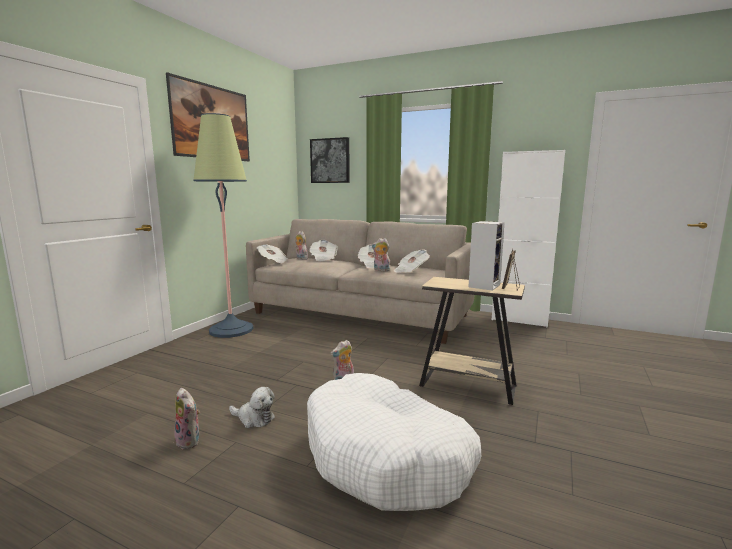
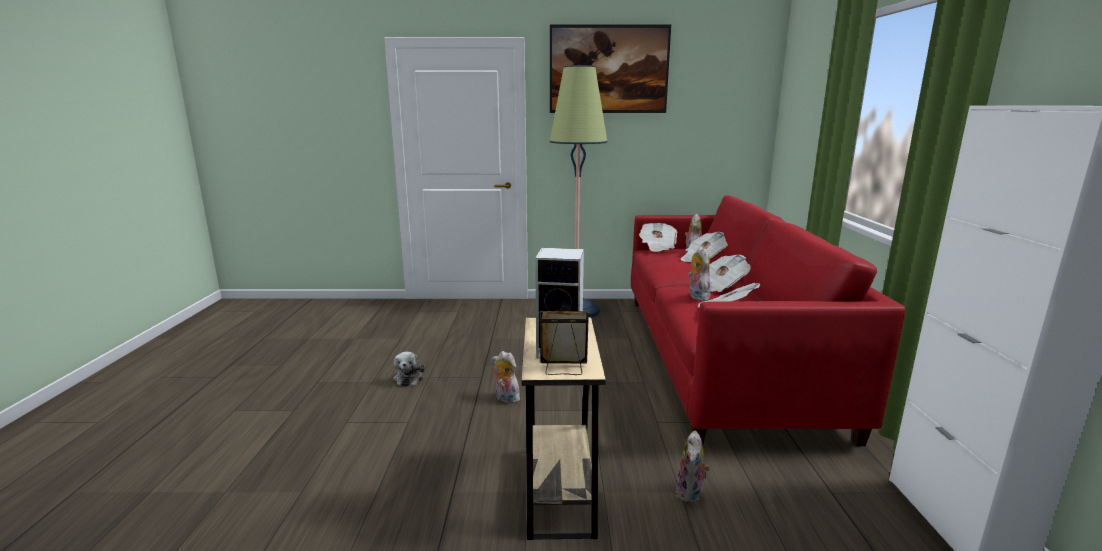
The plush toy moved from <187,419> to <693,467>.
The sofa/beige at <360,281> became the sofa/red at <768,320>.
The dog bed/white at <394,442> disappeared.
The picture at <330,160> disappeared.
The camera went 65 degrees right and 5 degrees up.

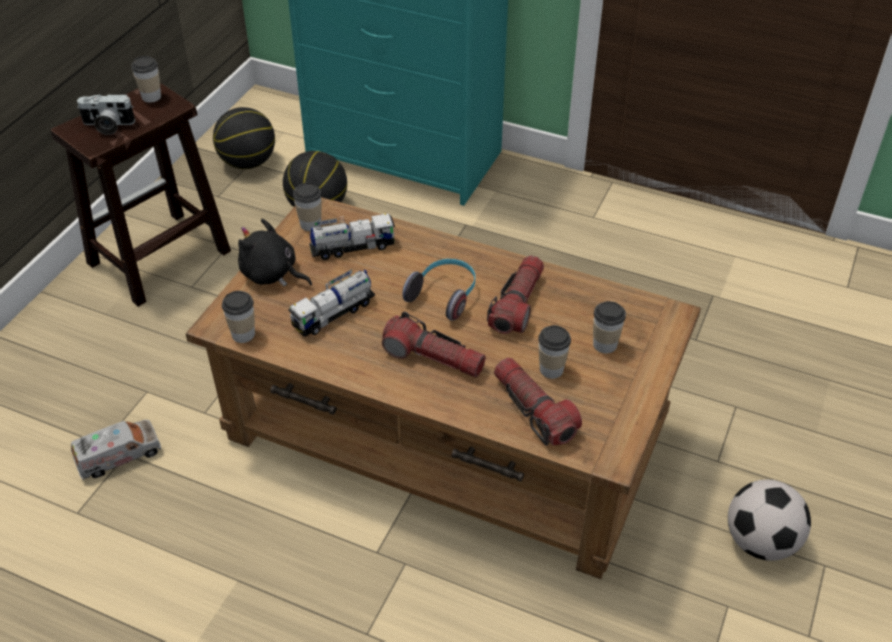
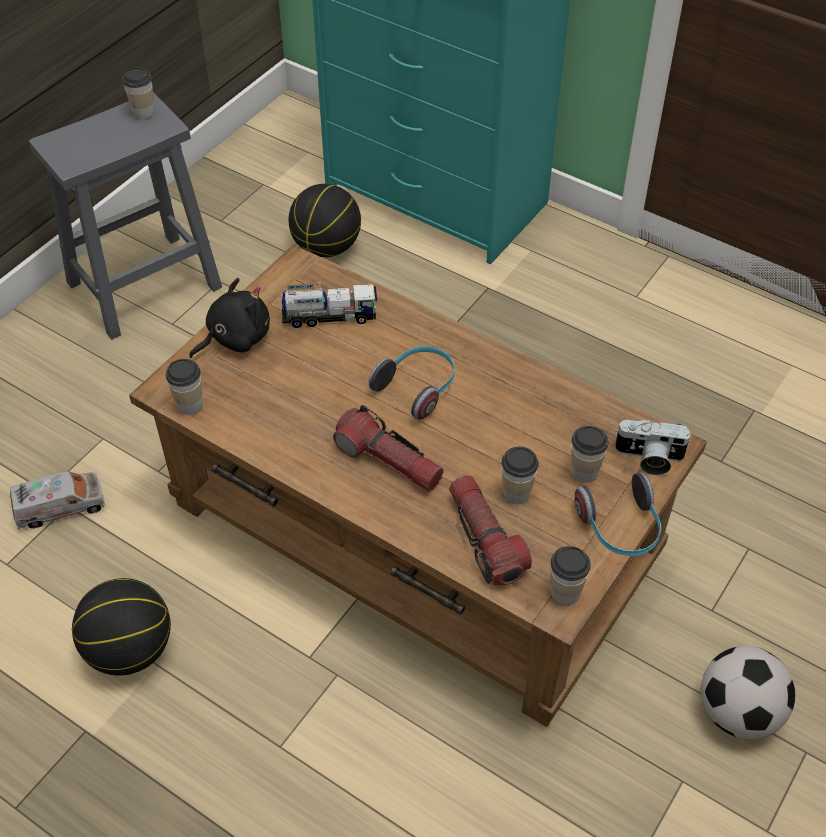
The stool/brown at <140,195> became the stool/grey at <125,216>.
The photo camera moved from <106,114> to <653,447>.
The basketball moved from <244,138> to <121,626>.
The plush toy/black at <275,253> turned 105 degrees clockwise.
The toy truck at <332,303> disappeared.
The cup moved from <307,206> to <570,576>.
The flashlight at <515,295> disappeared.
The headphones at <617,514> appeared.
The camera went 10 degrees right and 5 degrees up.

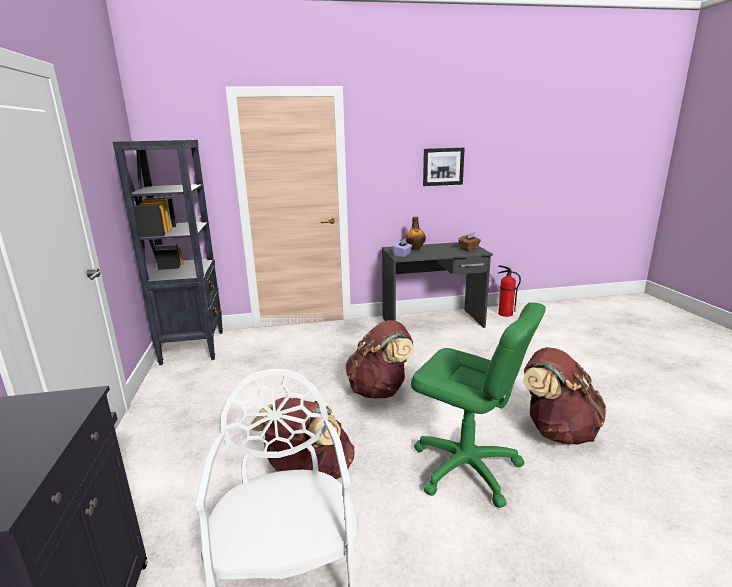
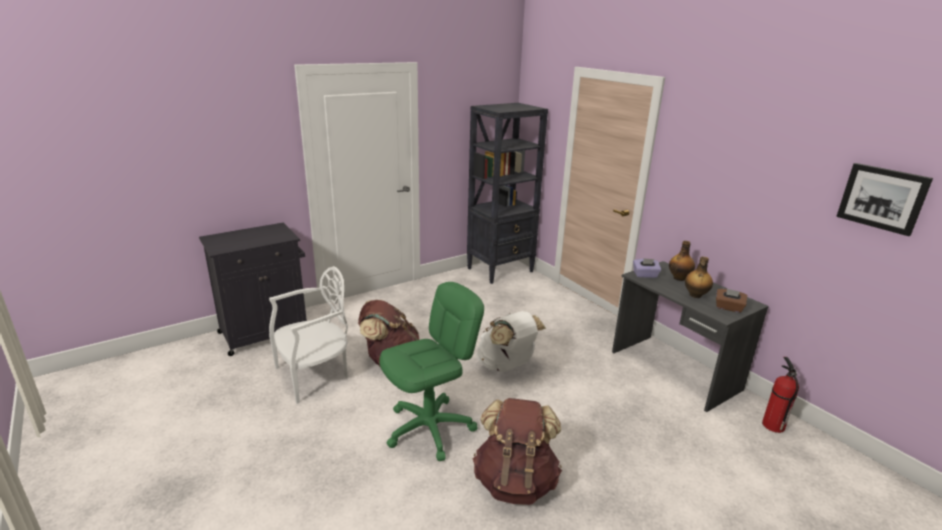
The backpack/brown at <379,359> became the backpack/white at <511,341>.
The office chair/green at <478,405> turned 135 degrees counterclockwise.
The picture moved from <444,167> to <884,199>.
The bottle at <699,277> appeared.
The camera went 65 degrees right and 5 degrees up.

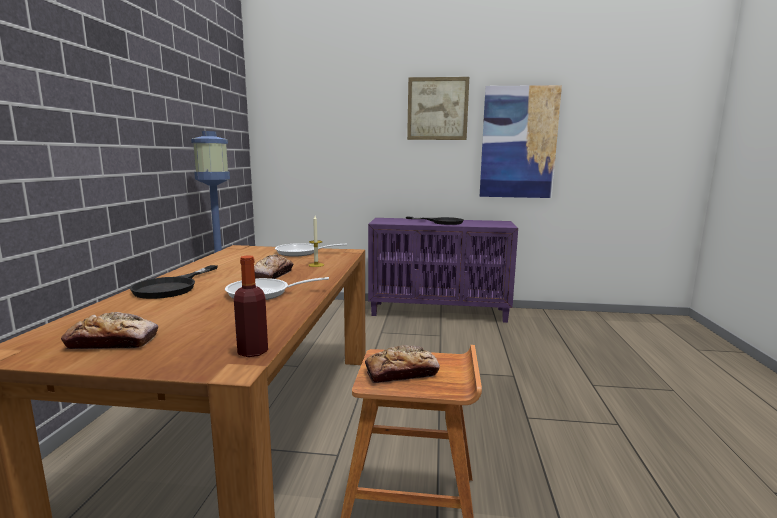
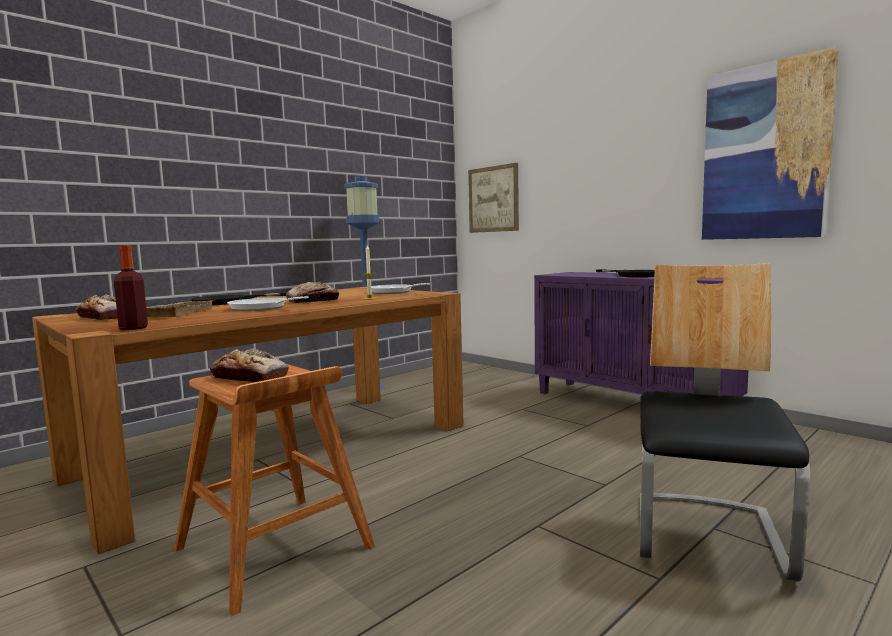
The picture moved from <438,108> to <493,198>.
The tray/beige at <180,309> appeared.
The chair at <725,422> appeared.
The camera went 40 degrees right and 5 degrees down.

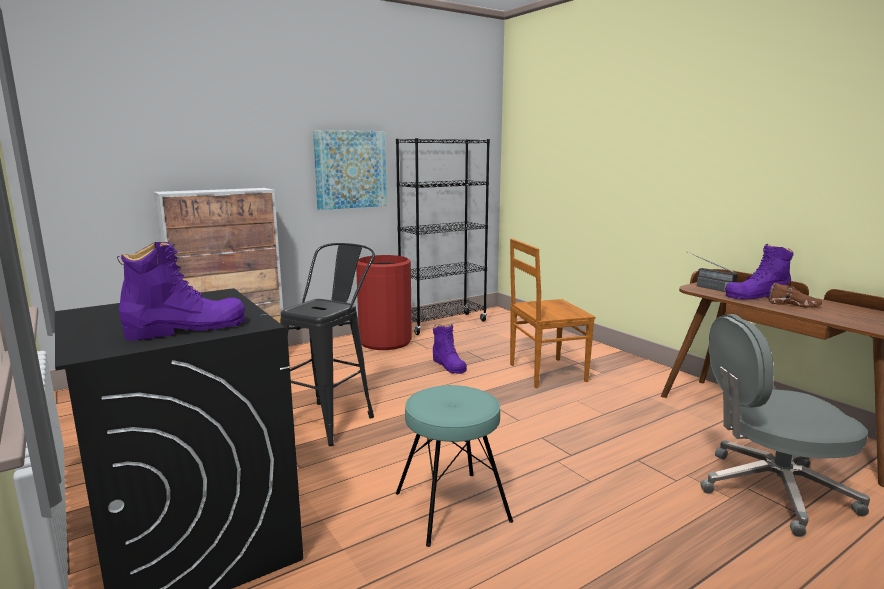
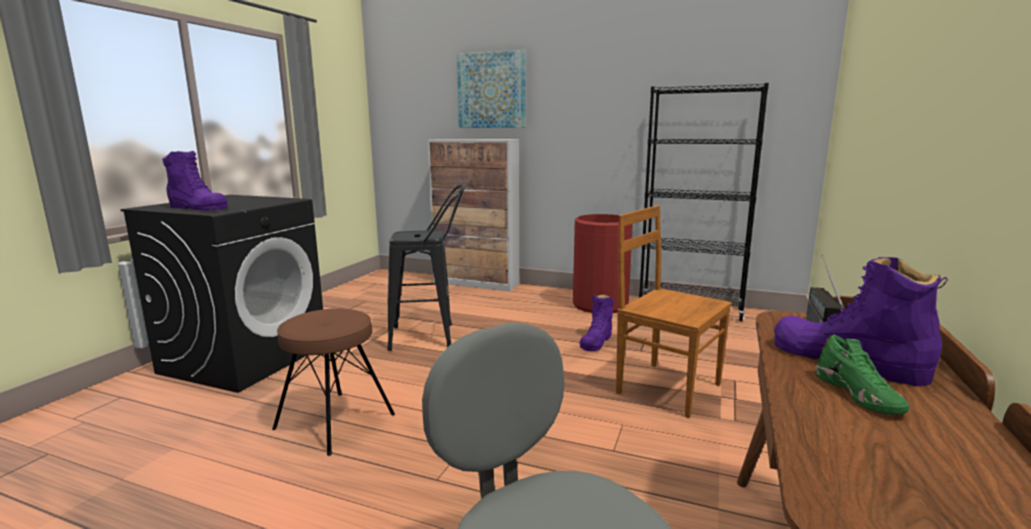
The picture moved from <350,170> to <491,89>.
The stool/turquoise at <454,466> became the stool/brown at <333,382>.
The shoe/brown at <795,294> became the shoe/green at <862,375>.
The camera went 55 degrees right and 0 degrees up.

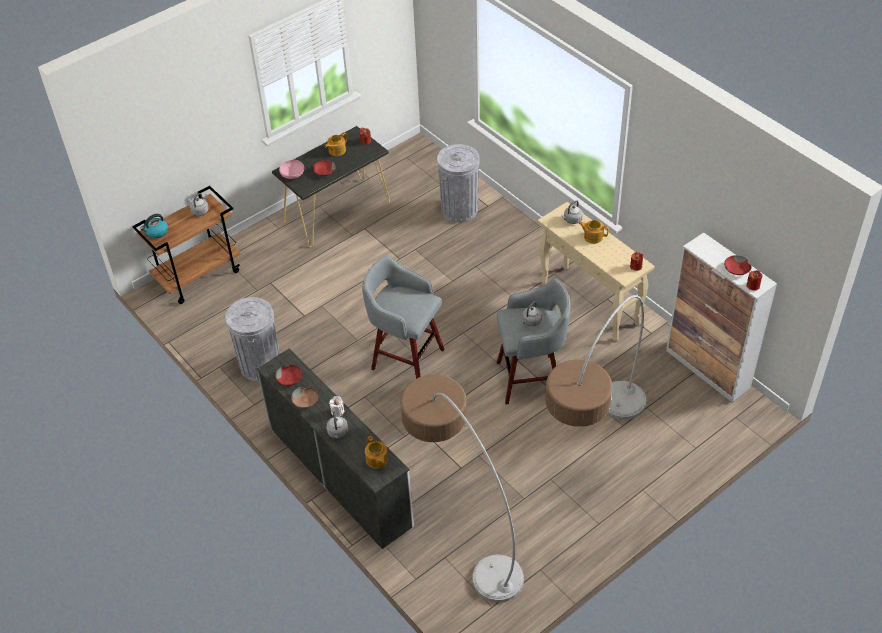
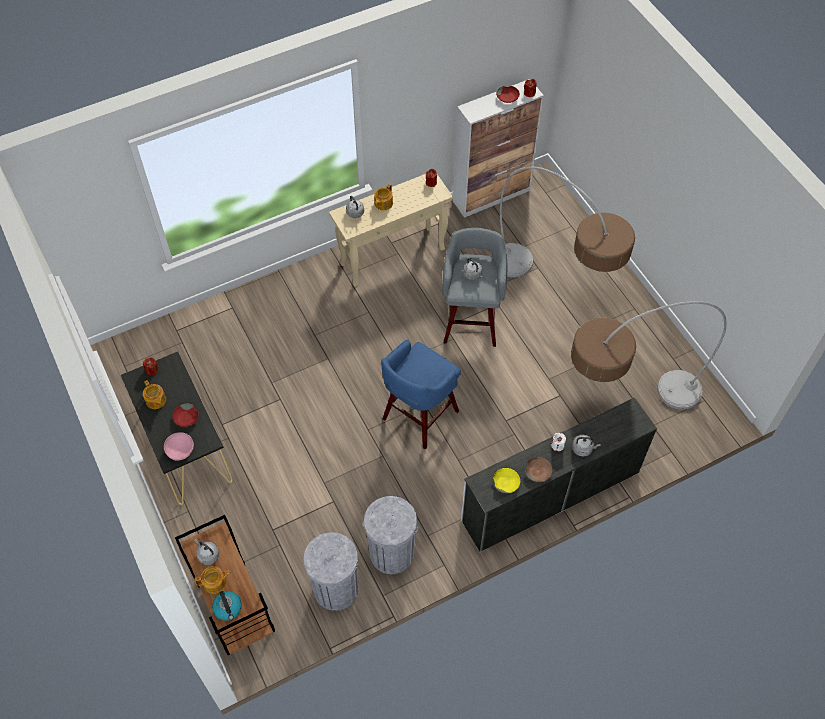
The bowl/red at <288,375> became the bowl/yellow at <506,480>.
The stool/grey at <403,317> became the stool/blue at <421,394>.
The teapot moved from <376,452> to <213,580>.
The trash can/grey moved from <458,183> to <331,571>.
The camera went 80 degrees left and 10 degrees up.

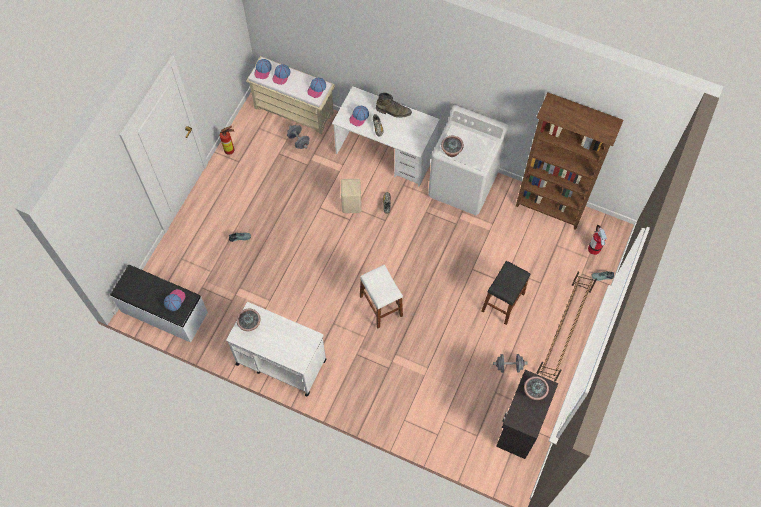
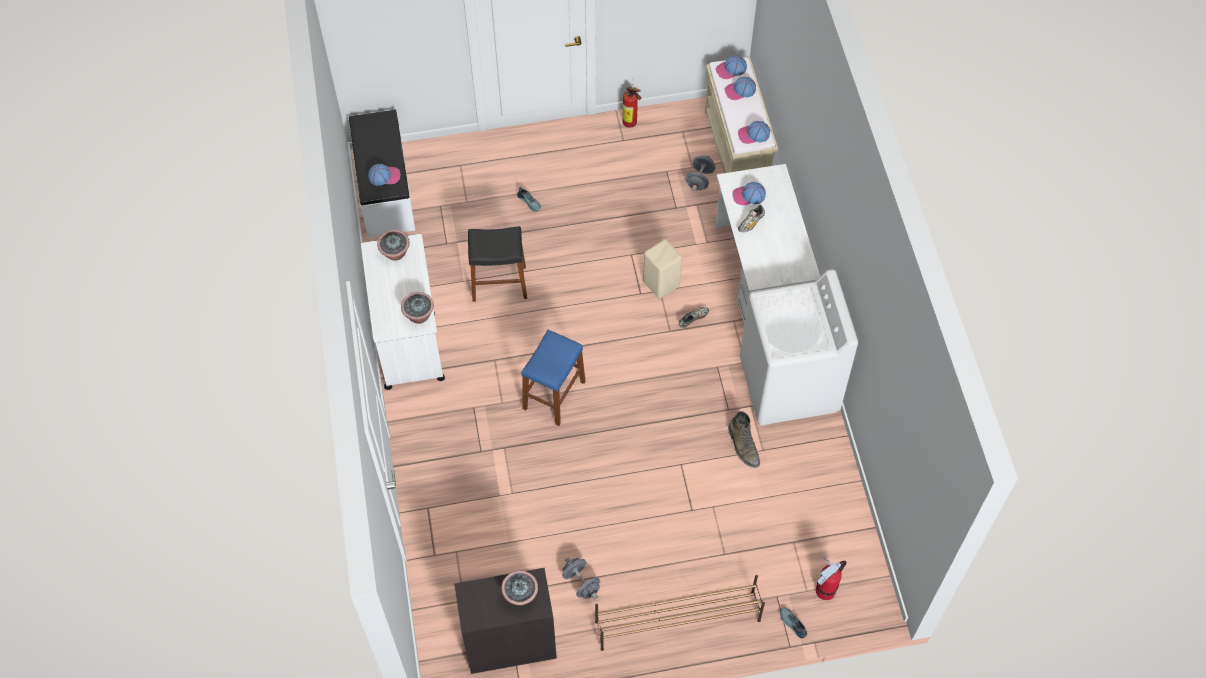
The stool/white at <381,296> became the stool/blue at <553,378>.
The boot/green moved from <394,105> to <744,439>.
The potted plant moved from <452,146> to <417,308>.
The stool/black moved from <505,293> to <497,264>.
The bookcase/brown at <569,161> disappeared.
The camera went 55 degrees right and 5 degrees down.

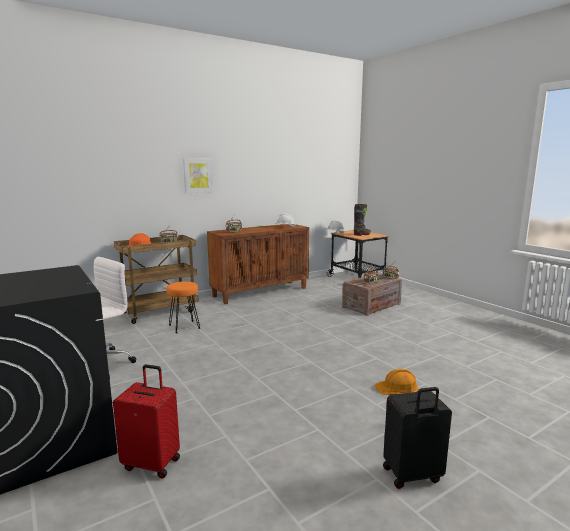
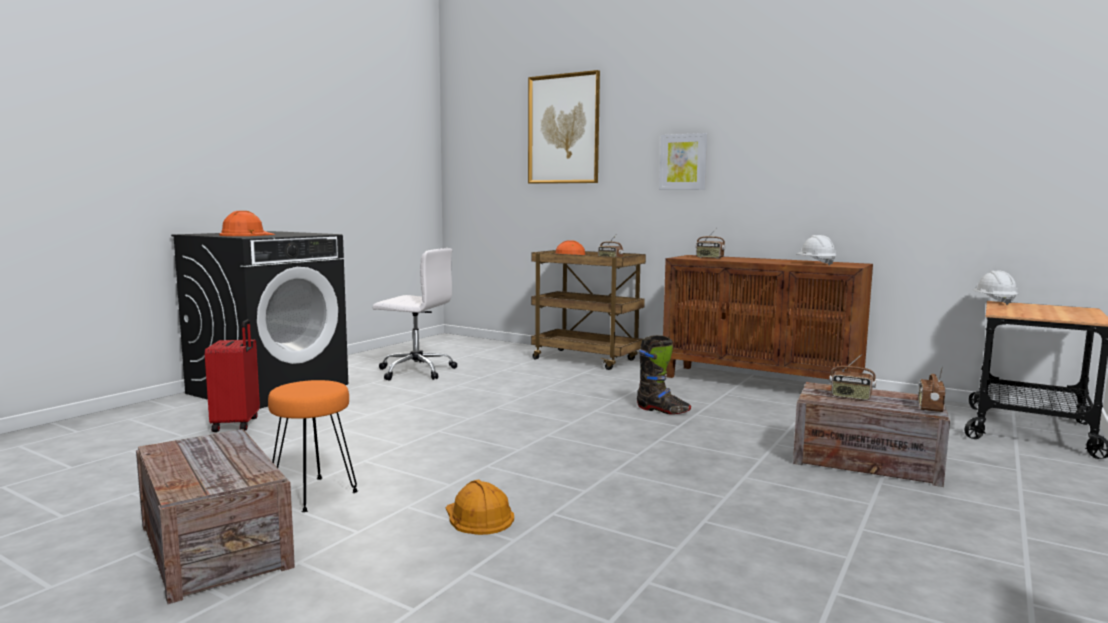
The stool/orange moved from <183,307> to <313,446>.
The boot/black moved from <362,220> to <664,374>.
The suitcase/black at <417,438> was replaced by the crate at <215,516>.
The hard hat/orange at <247,223> appeared.
The picture at <564,127> appeared.
The camera went 65 degrees right and 5 degrees down.

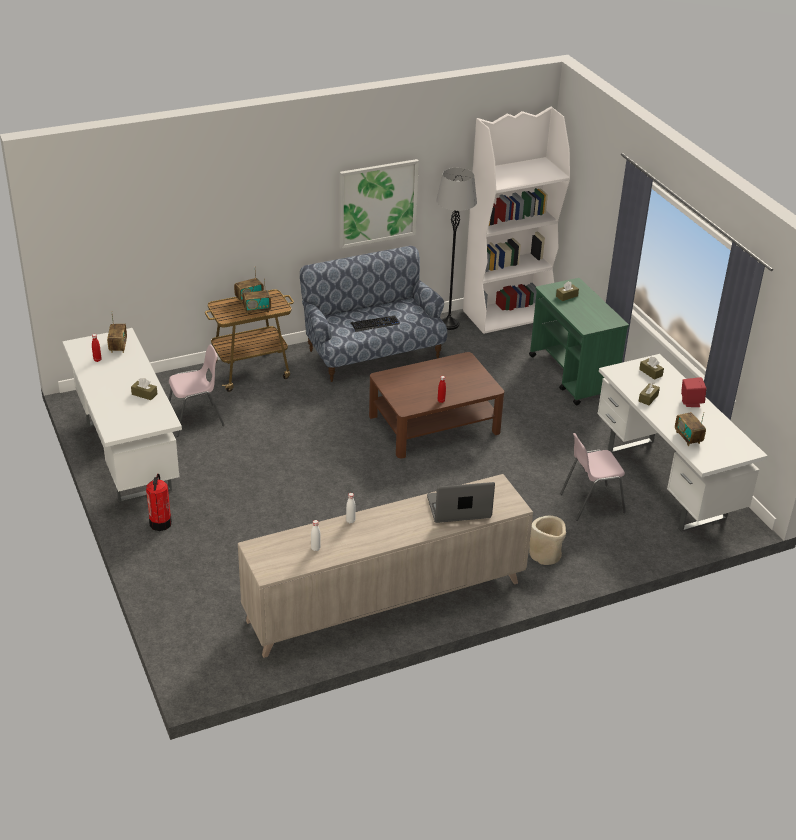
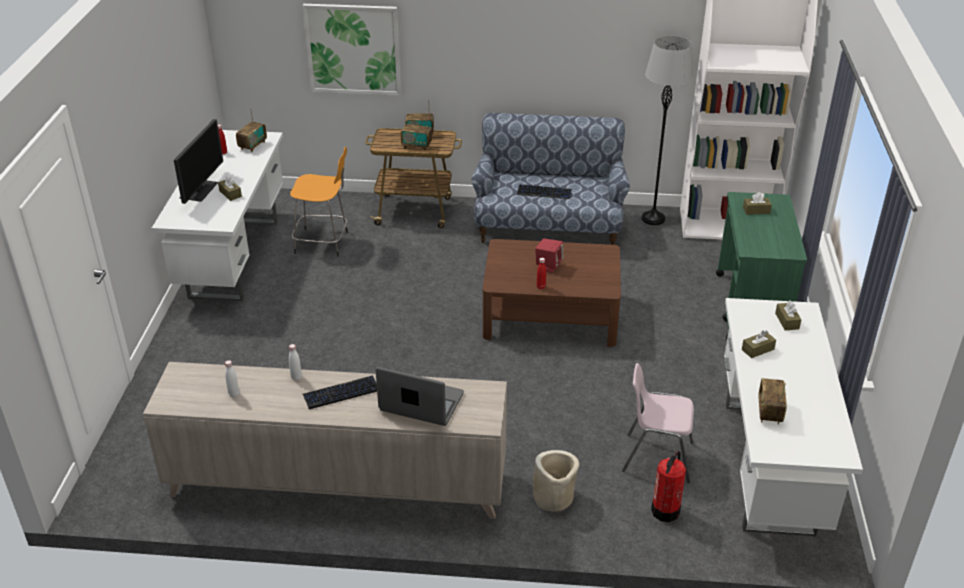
The fire extinguisher moved from <159,502> to <668,486>.
The chair/pink at <197,391> was replaced by the stool/orange at <319,202>.
The picture moved from <379,204> to <352,49>.
The speaker/red moved from <694,392> to <549,255>.
The monitor at <198,161> appeared.
The keyboard at <340,392> appeared.
The camera went 30 degrees right and 0 degrees up.

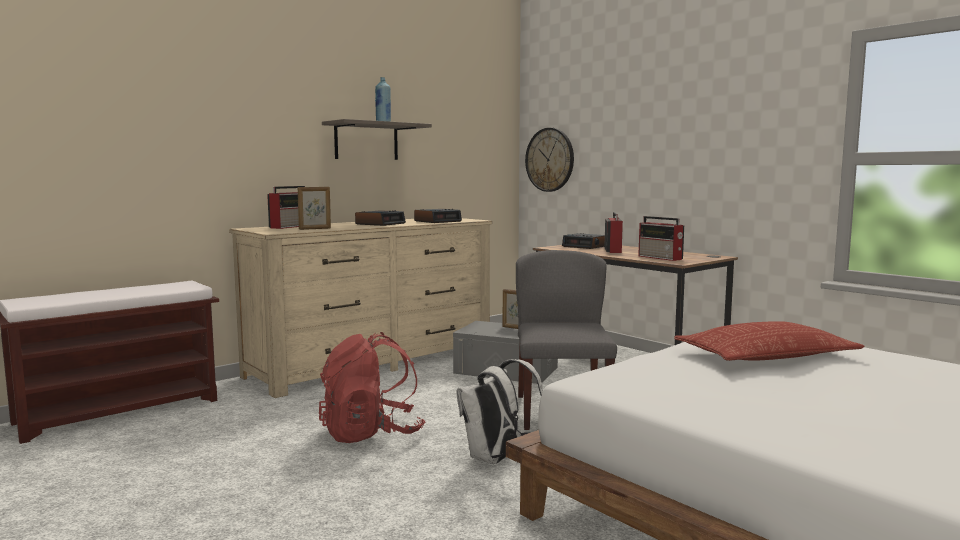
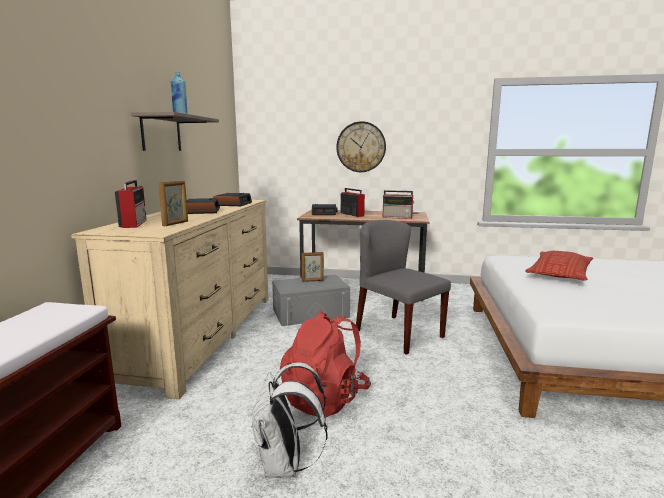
The backpack/white moved from <499,411> to <289,420>.
The wall clock moved from <549,160> to <361,146>.
The camera went 40 degrees left and 5 degrees up.

